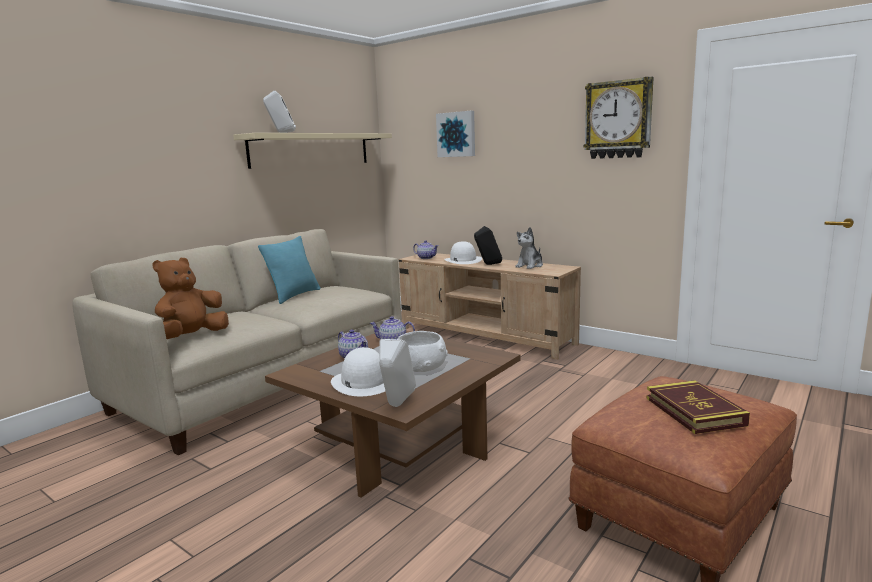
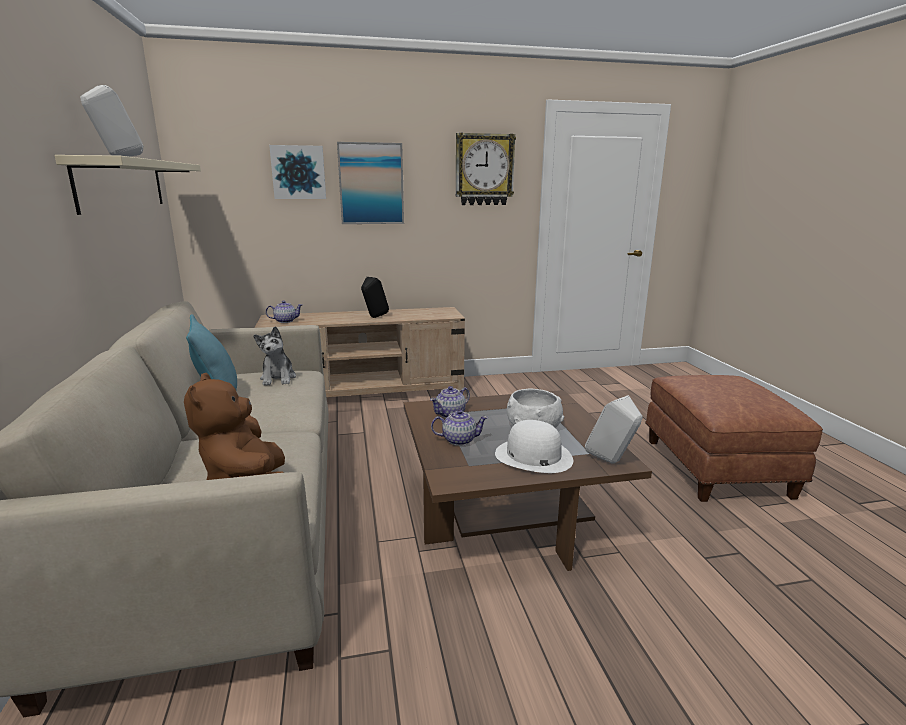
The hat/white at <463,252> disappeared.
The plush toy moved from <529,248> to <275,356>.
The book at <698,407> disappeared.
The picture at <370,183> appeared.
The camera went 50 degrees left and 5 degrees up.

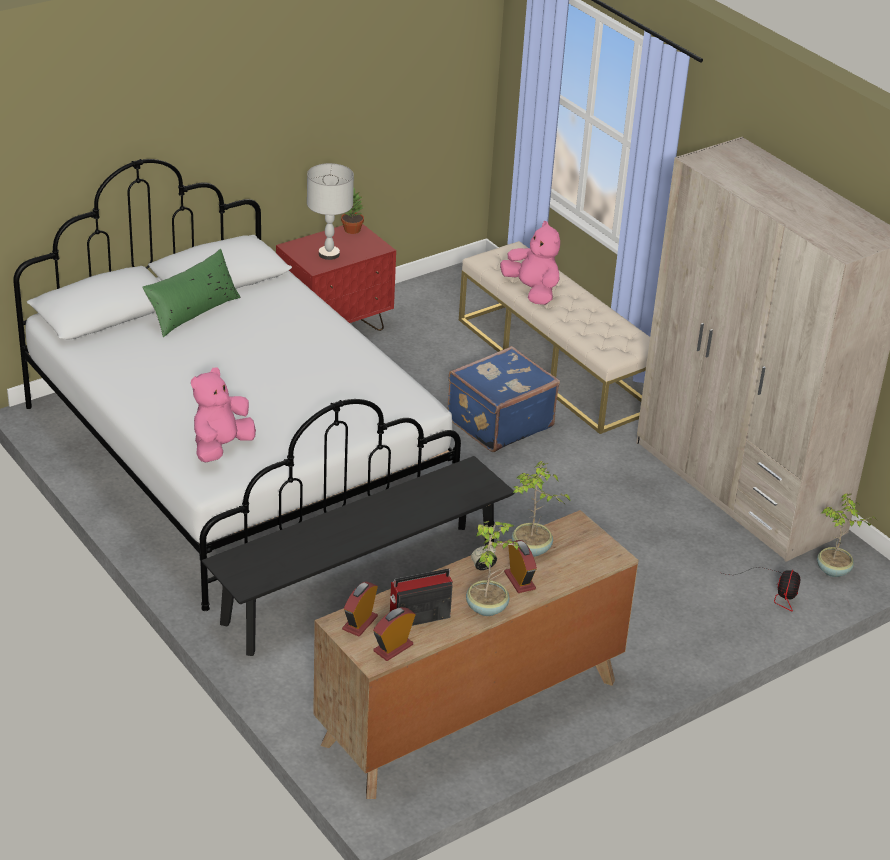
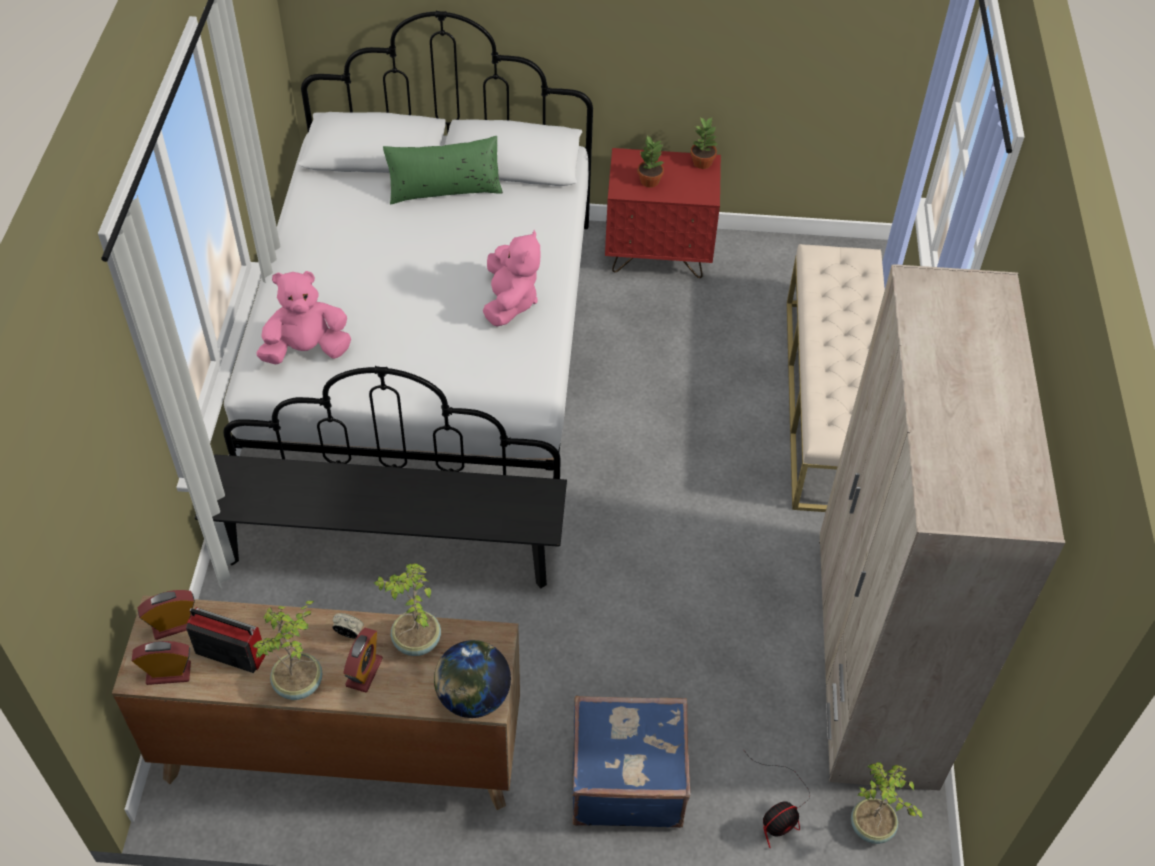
The table lamp/grey at <330,211> was replaced by the potted plant at <651,161>.
The suitcase/blue moved from <503,399> to <631,762>.
The plush toy/pink moved from <530,263> to <512,278>.
The globe at <472,679> appeared.
The camera went 40 degrees right and 15 degrees up.

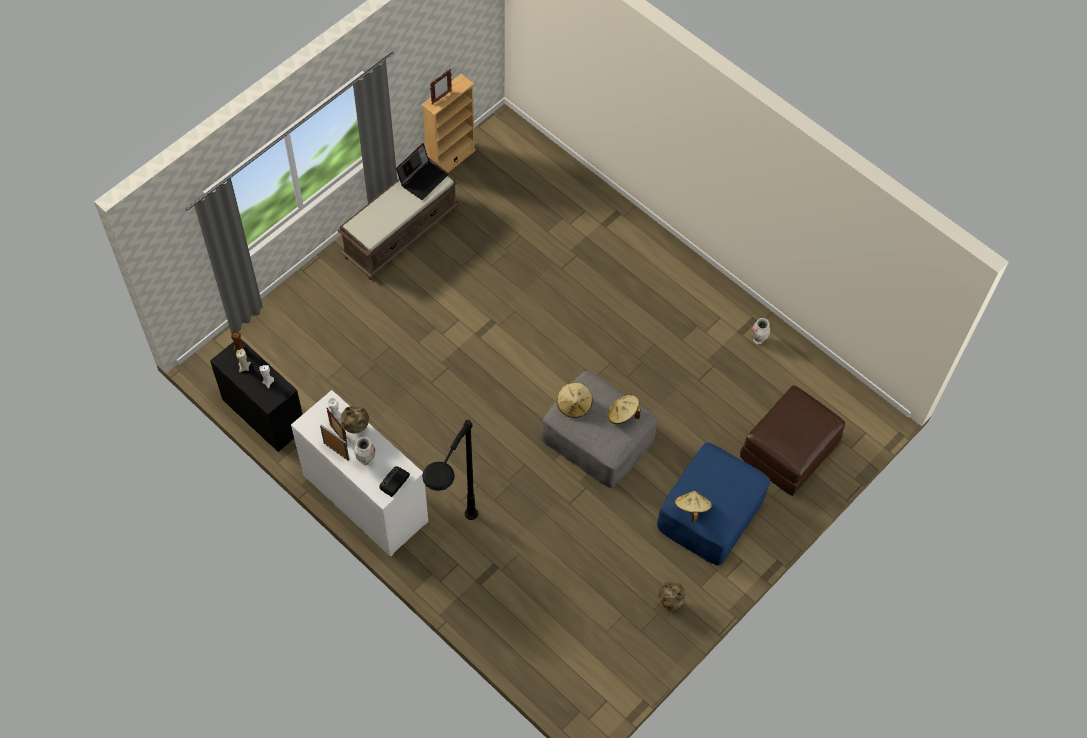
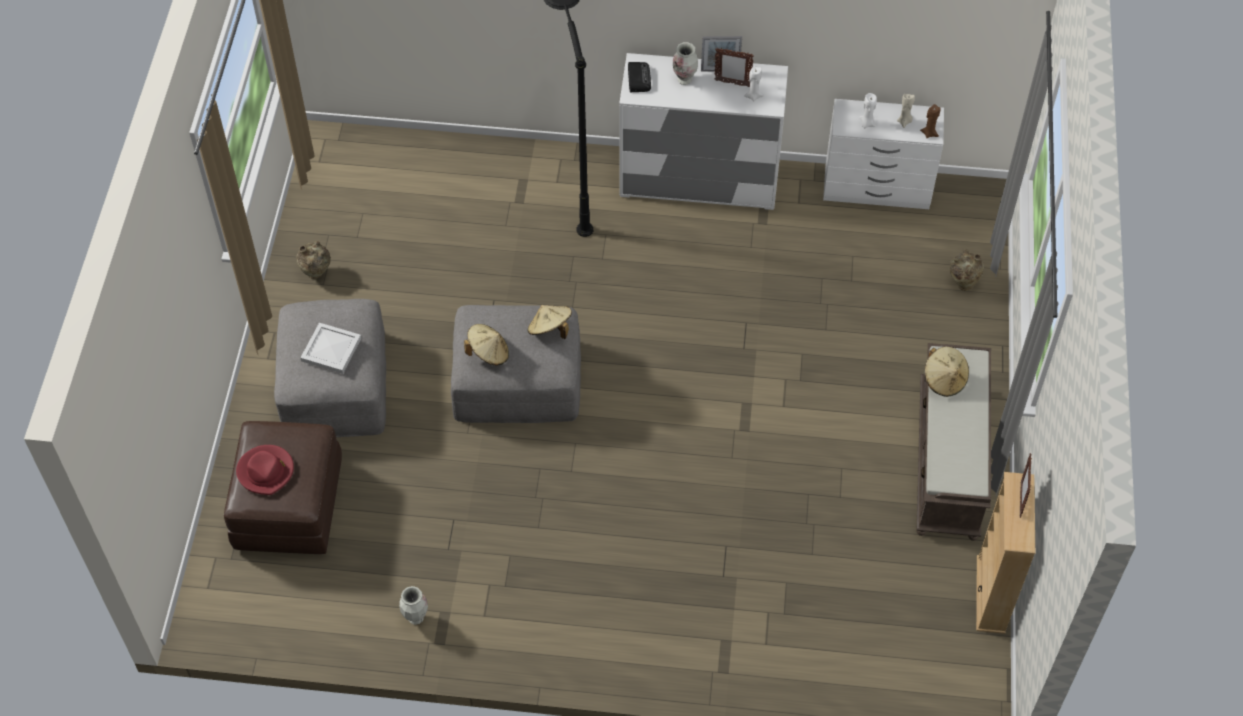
The dresser/black at <256,395> became the dresser/white at <883,154>.
The vase/beige moved from <354,419> to <966,270>.
The laptop at <422,171> disappeared.
The ottoman/blue at <713,504> became the ottoman/grey at <330,368>.
The hat/beige moved from <693,506> to <947,371>.
The hat/red at <265,470> appeared.
The tray/white at <330,348> appeared.
The camera went 145 degrees right and 5 degrees down.

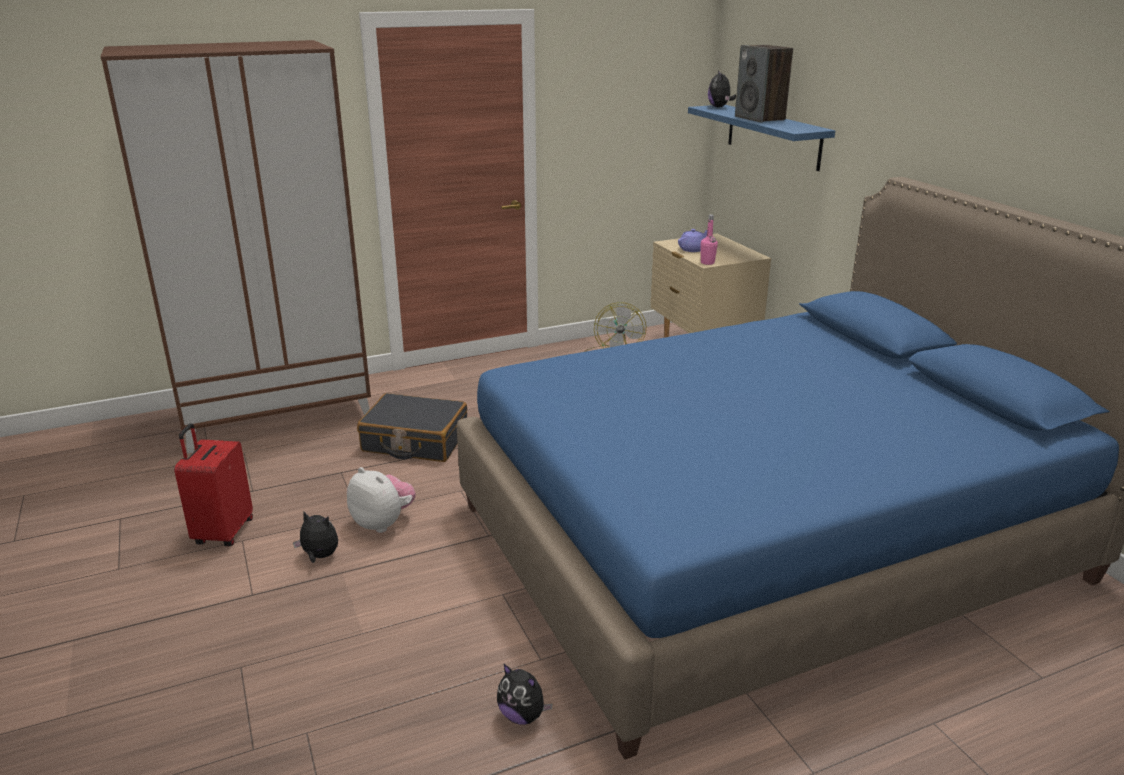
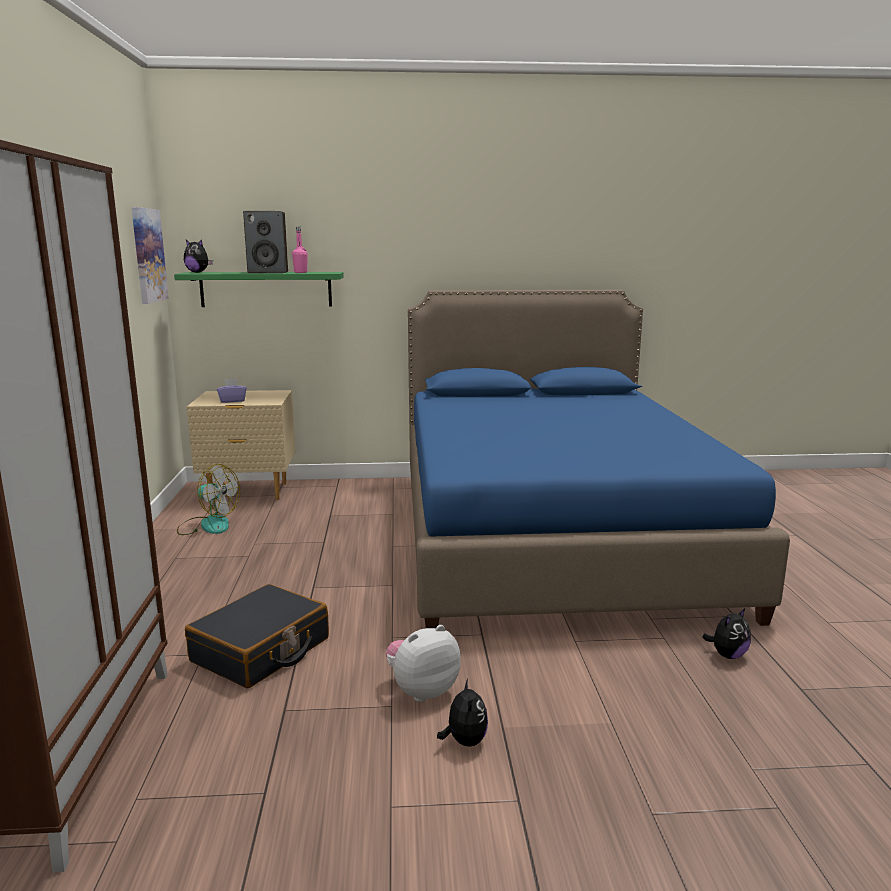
The suitcase/red at <213,484> disappeared.
The plush toy at <315,537> turned 135 degrees clockwise.
The teapot/purple at <692,240> was replaced by the tissue box/purple at <232,391>.
The shelf/blue at <761,138> became the shelf/green at <259,289>.
The bottle/pink moved from <709,239> to <300,250>.
The picture at <150,255> appeared.
The camera went 70 degrees left and 10 degrees down.

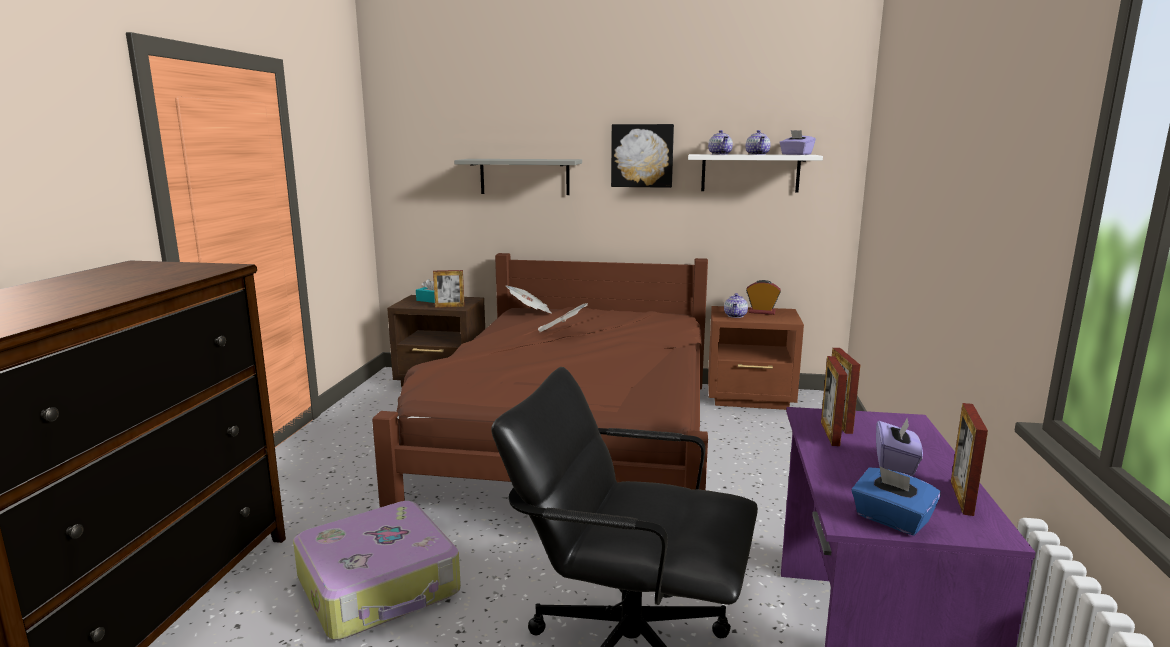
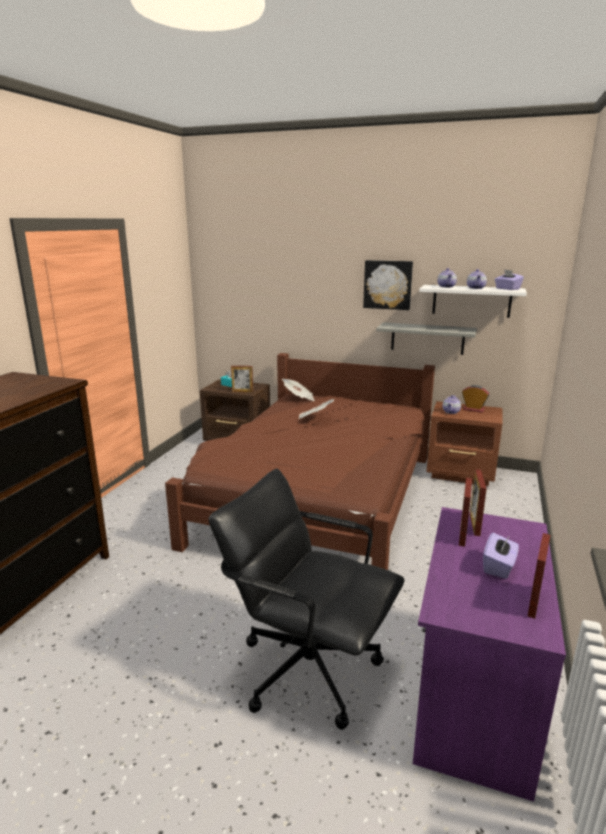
The suitcase at <377,570> disappeared.
The shelf/grey moved from <518,177> to <426,338>.
The tissue box/blue at <896,501> disappeared.
The camera went 10 degrees right and 5 degrees up.

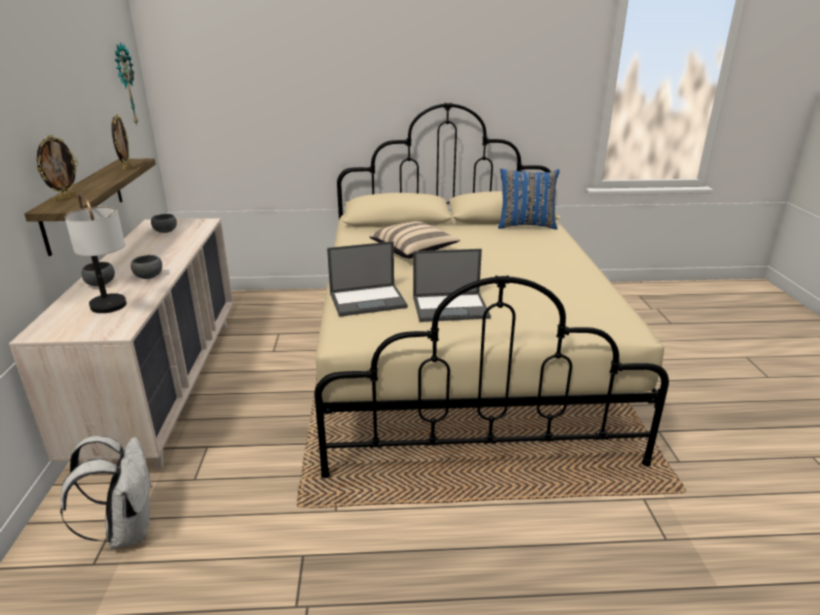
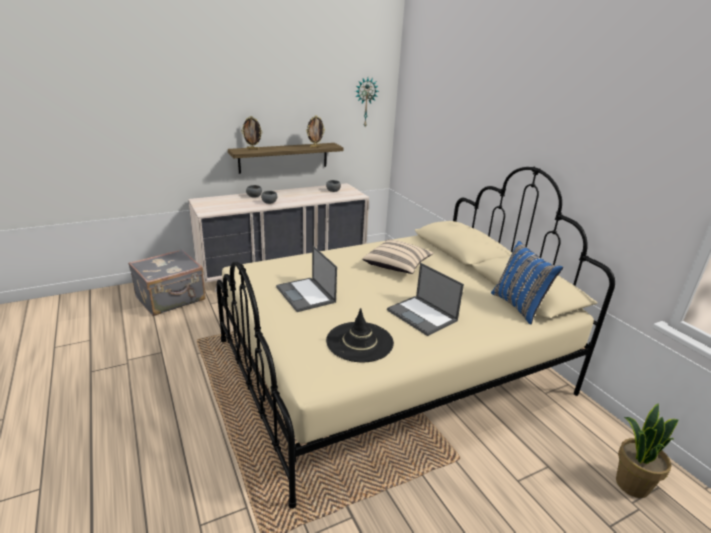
The backpack/white at <106,492> was replaced by the suitcase/grey at <167,282>.
The table lamp at <96,253> disappeared.
The laptop moved from <367,279> to <425,299>.
The hat/black at <360,335> appeared.
The potted plant at <647,450> appeared.
The camera went 65 degrees right and 0 degrees up.

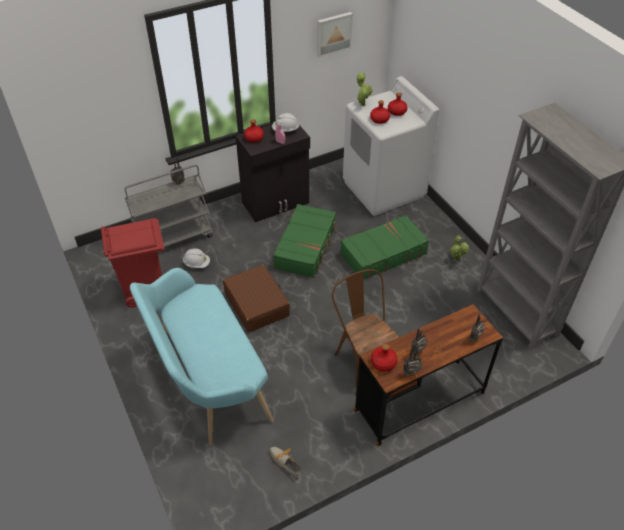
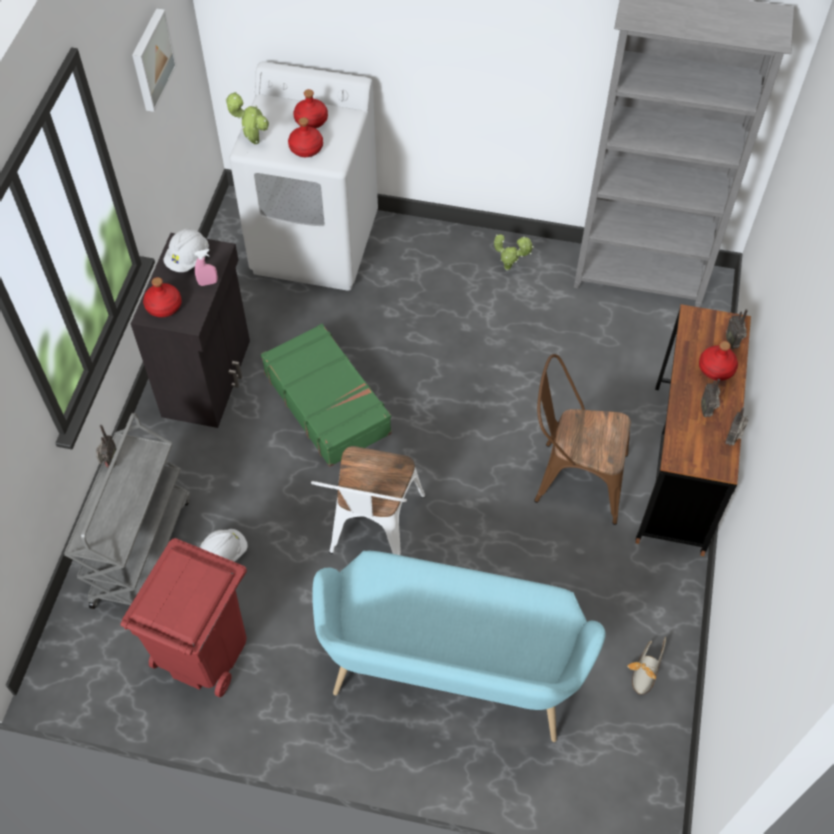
The suitcase/brown at <256,298> was replaced by the chair/white at <368,500>.
The shoe at <285,463> turned 60 degrees counterclockwise.
The suitcase/green at <384,247> disappeared.
The bottle/red moved from <384,358> to <718,361>.
The camera went 50 degrees left and 10 degrees up.

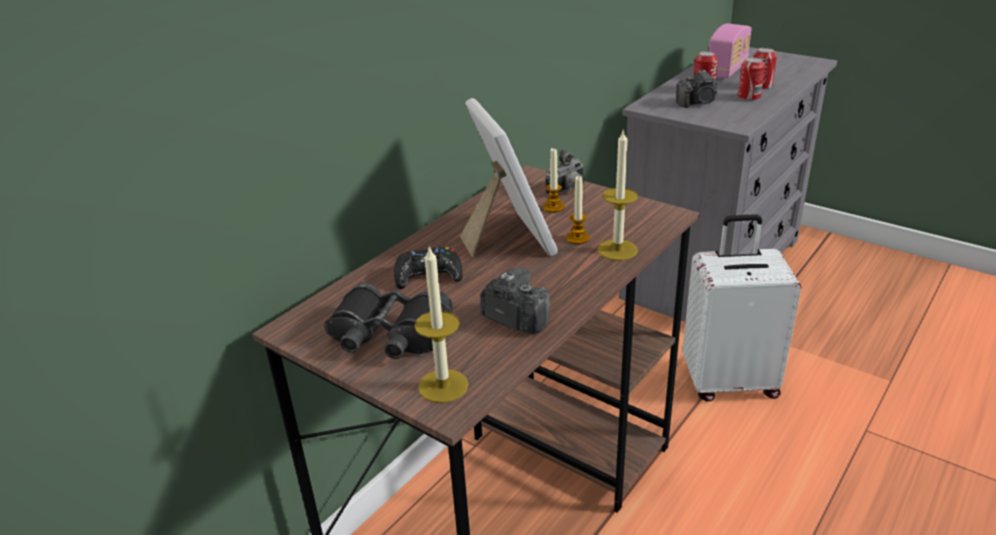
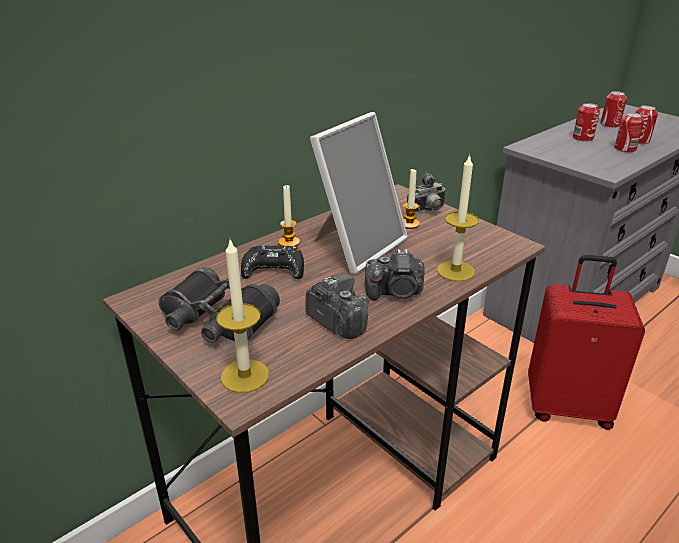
The picture frame at <509,177> turned 45 degrees clockwise.
The candle moved from <578,210> to <289,215>.
The photo camera moved from <696,89> to <395,274>.
The suitcase/white at <742,307> became the suitcase/red at <586,342>.
The radio at <730,50> was replaced by the can at <613,109>.
The camera went 10 degrees right and 0 degrees up.

